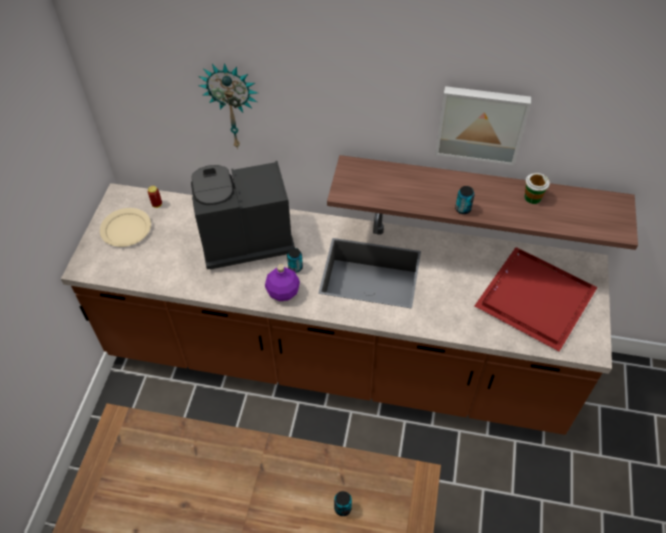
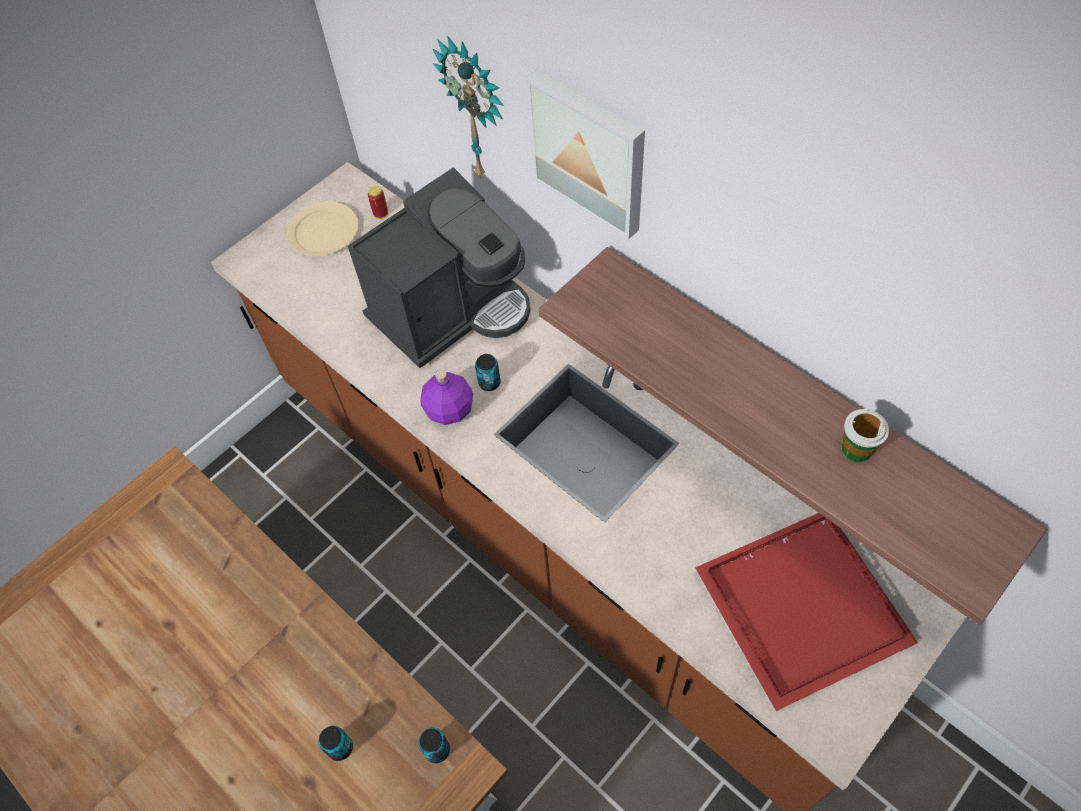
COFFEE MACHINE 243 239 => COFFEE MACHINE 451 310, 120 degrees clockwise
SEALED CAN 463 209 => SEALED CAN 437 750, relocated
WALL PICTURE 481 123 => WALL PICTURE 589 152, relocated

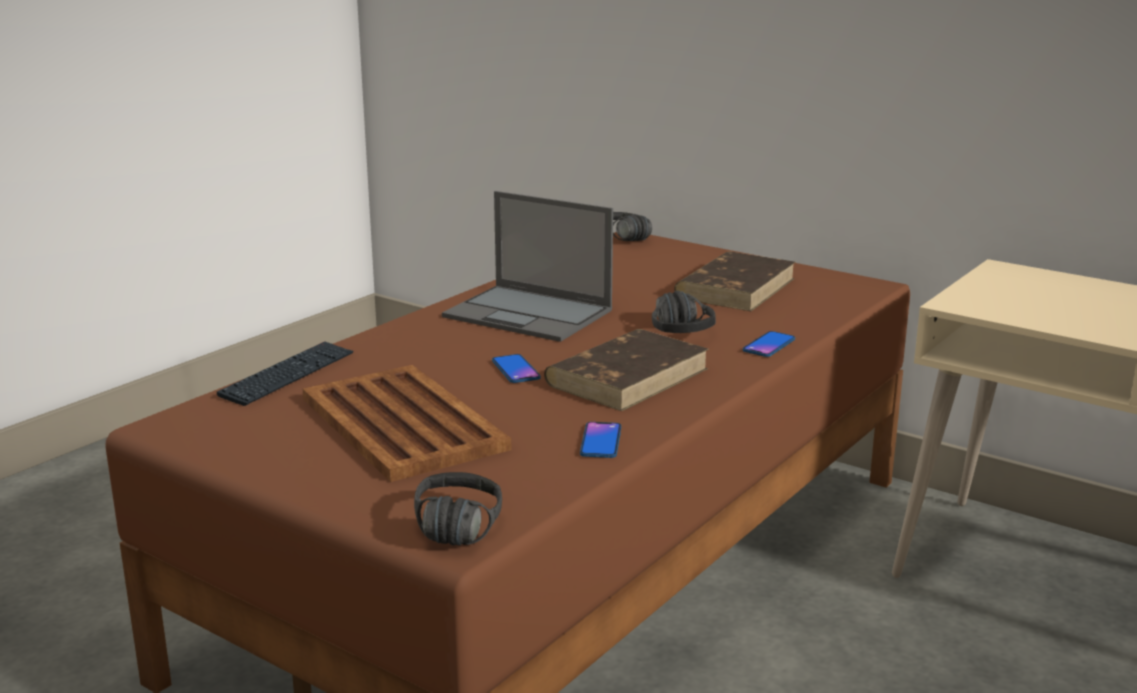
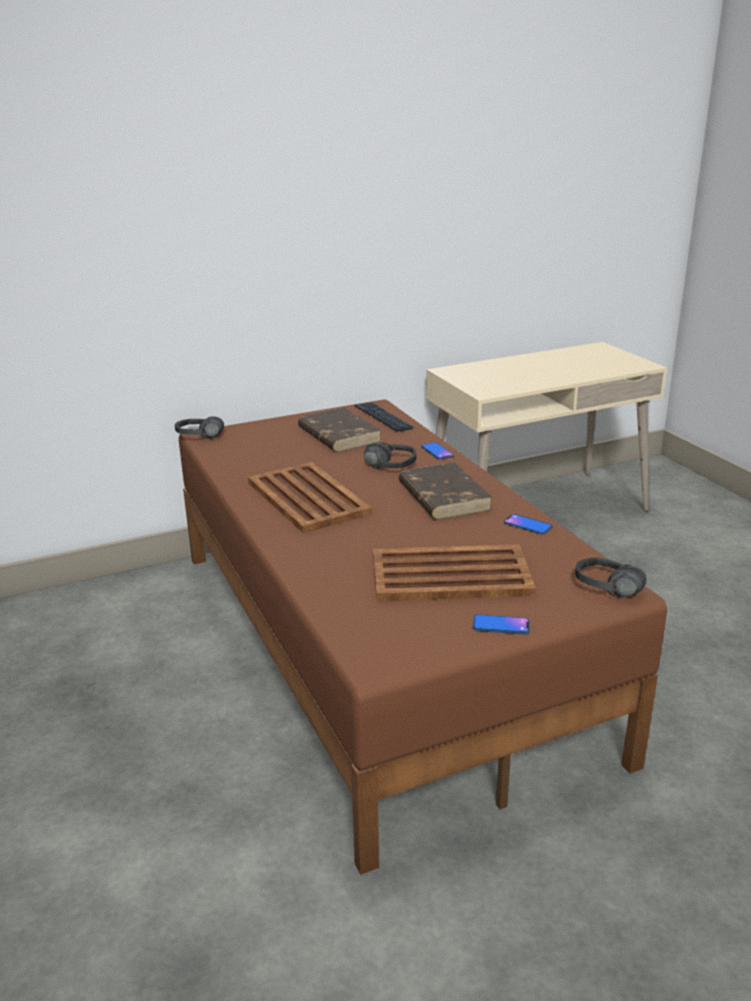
NOTEBOOK COMPUTER 530 314 => BROWN-COLOURED CARRYING TRAY 307 497
COMPUTER KEYBOARD 288 375 => COMPUTER KEYBOARD 383 418, relocated
TELEPHONE 515 370 => TELEPHONE 501 625, relocated

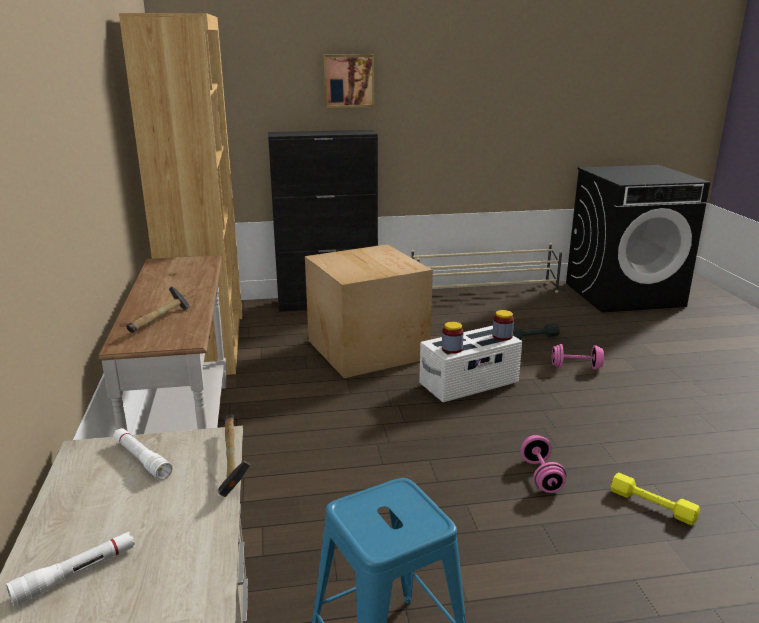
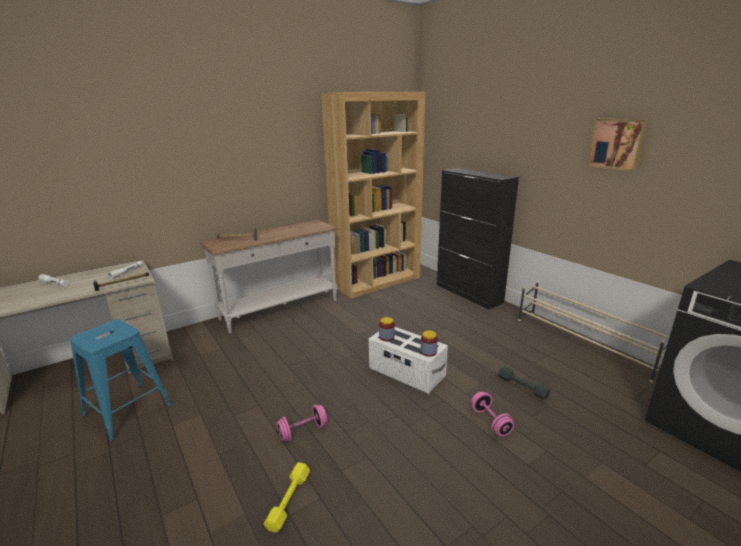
WALL PICTURE 349 81 => WALL PICTURE 617 144, relocated
CARDBOARD BOX 368 348 => nothing

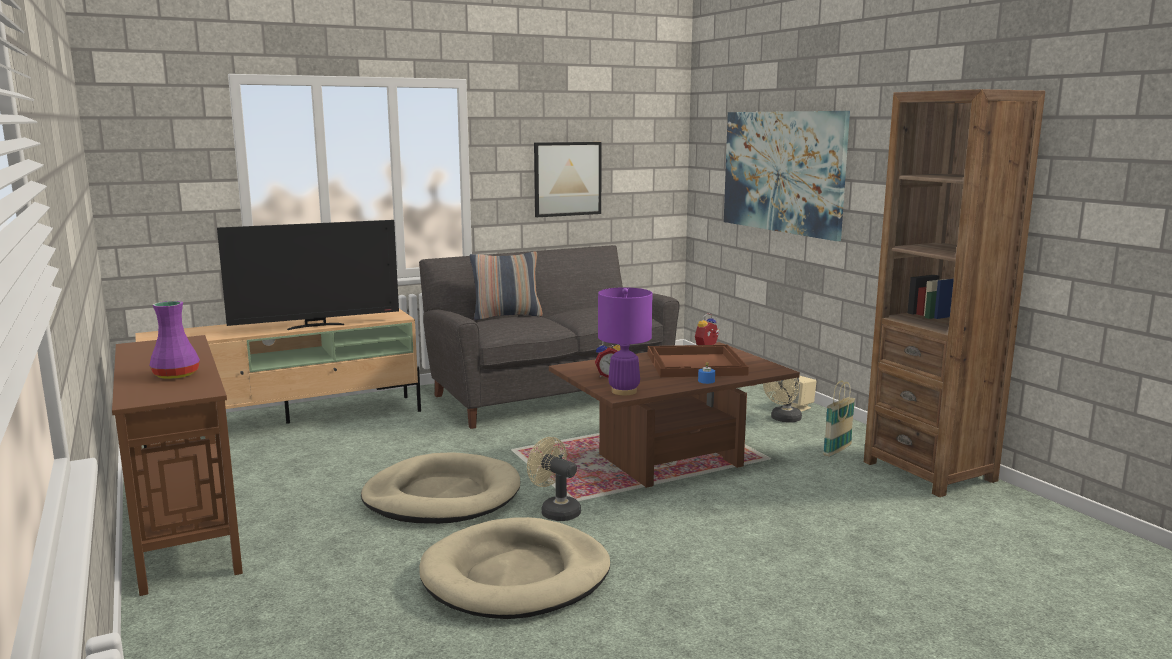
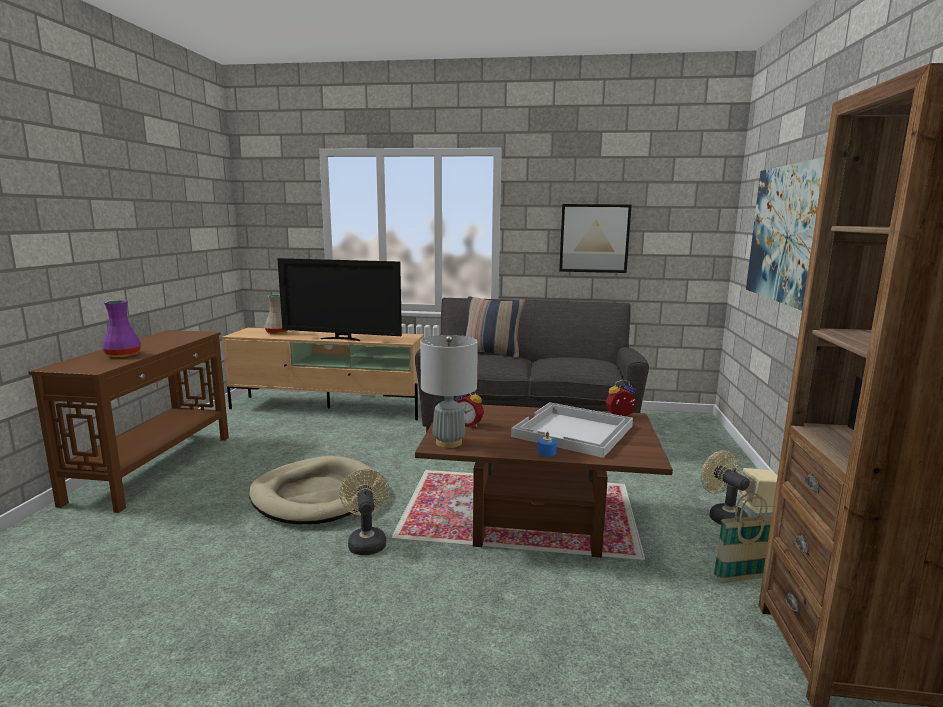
nothing => BEIGE-COLOURED VASE 277 333
PURPLE-COLOURED TABLE LAMP 623 391 => GREY TABLE LAMP 448 442
BROWN-COLOURED CARRYING TRAY 696 364 => WHITE-COLOURED CARRYING TRAY 573 432
BEIGE-COLOURED COOLING FAN 783 419 => BEIGE-COLOURED COOLING FAN 722 516, 75 degrees clockwise
BEIGE-COLOURED PET BED 516 576 => nothing

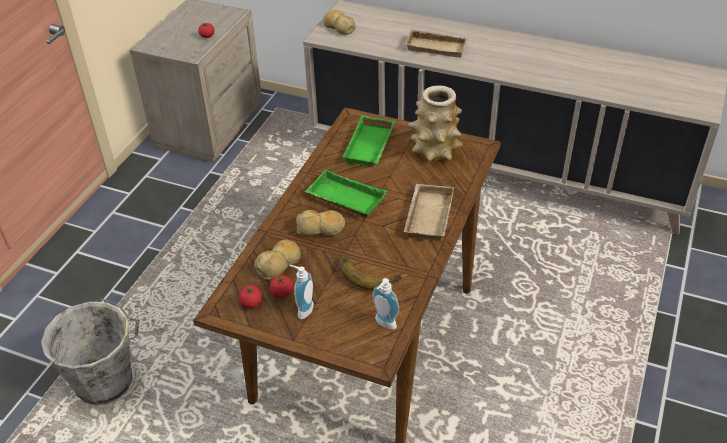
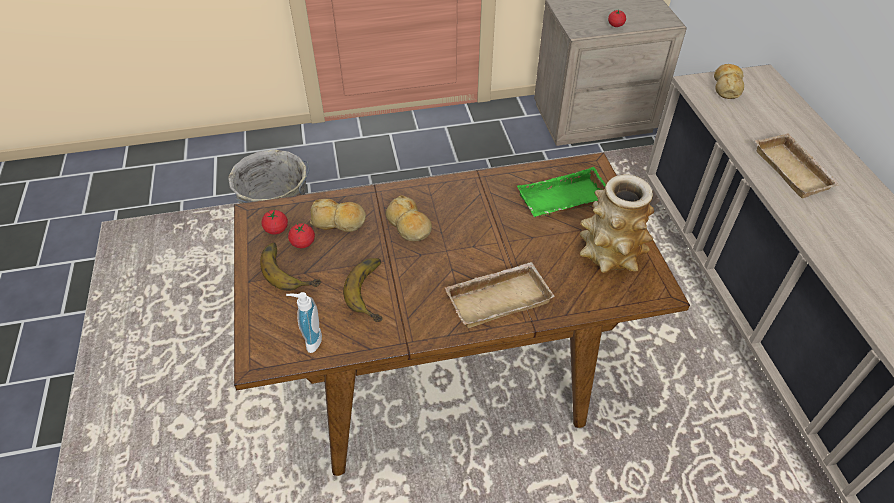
LIQUID SOAP BOTTLE 303 309 => BANANA FRUIT 291 268
GREEN-COLOURED CARRYING TRAY 344 199 => nothing

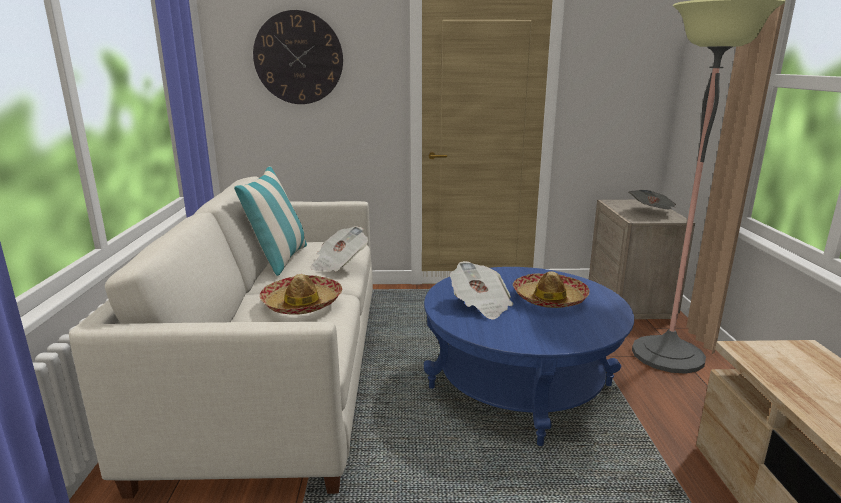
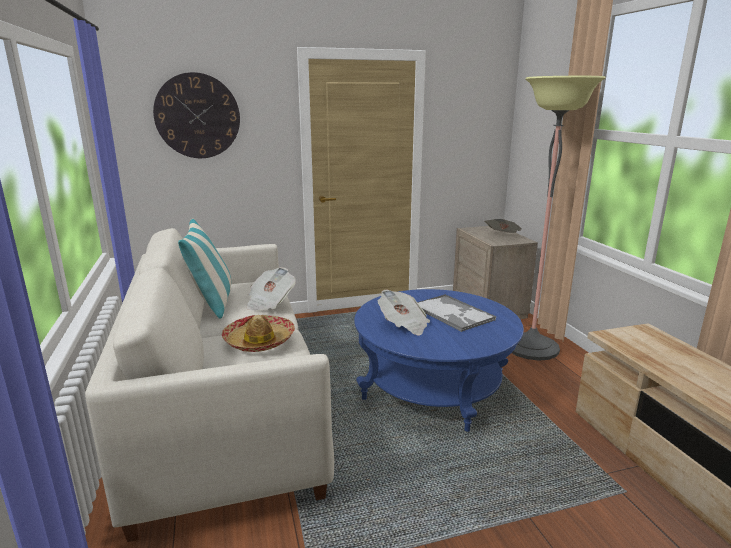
HAT 549 299 => CARRYING TRAY 453 313

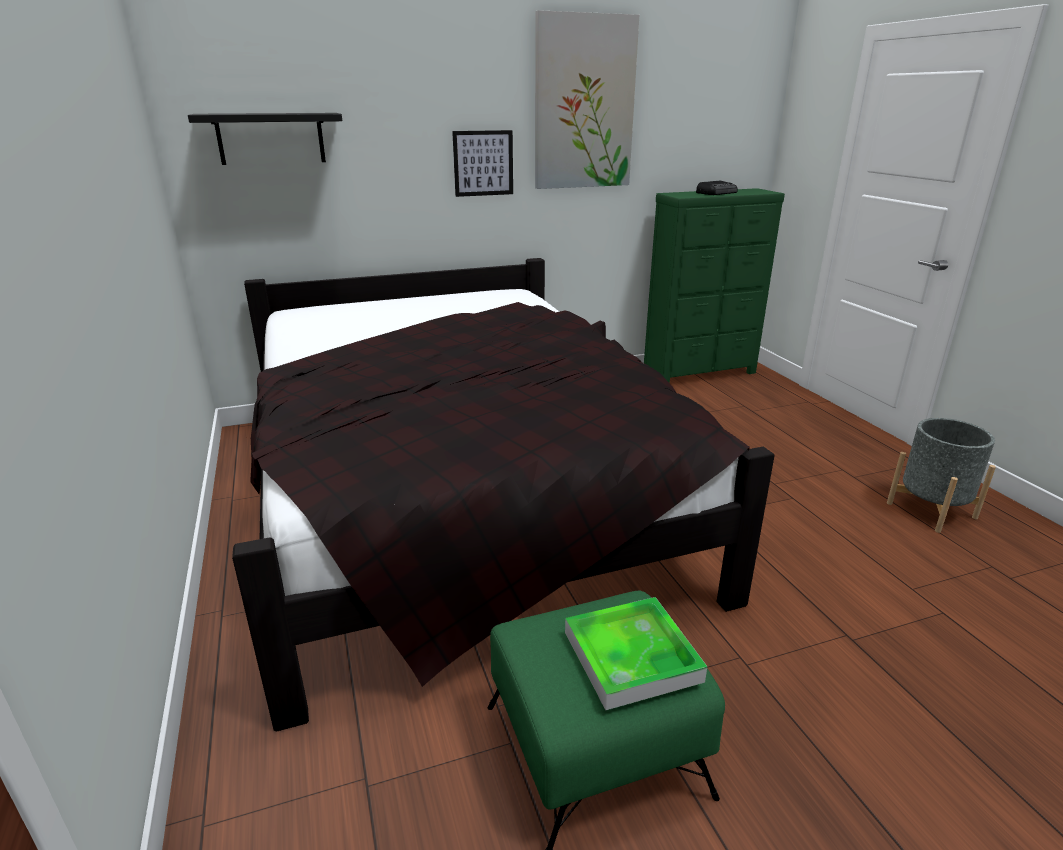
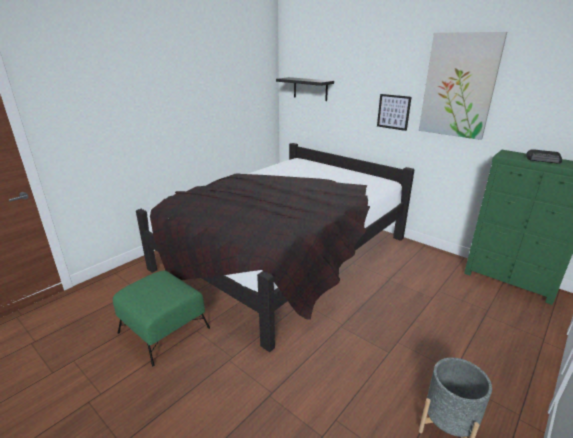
CARRYING TRAY 631 656 => nothing

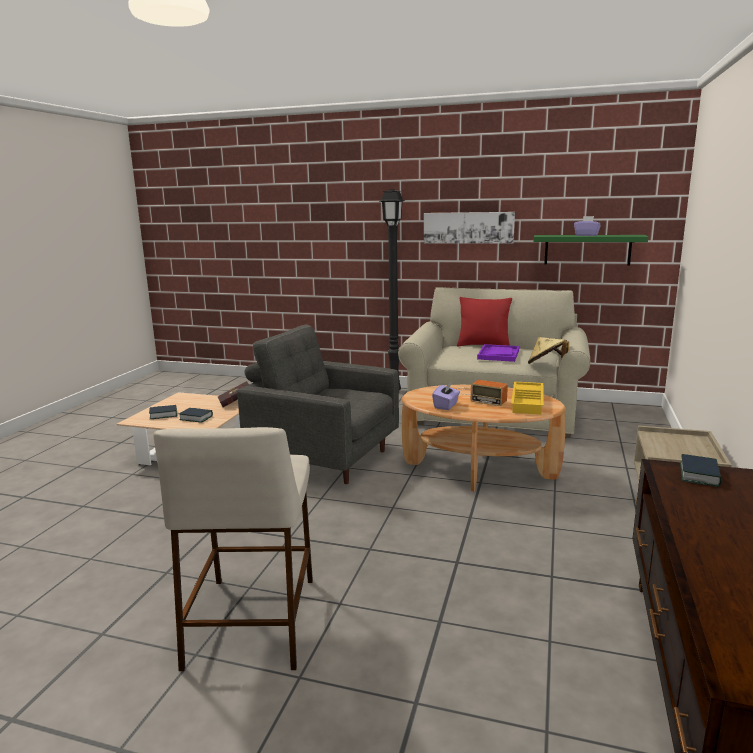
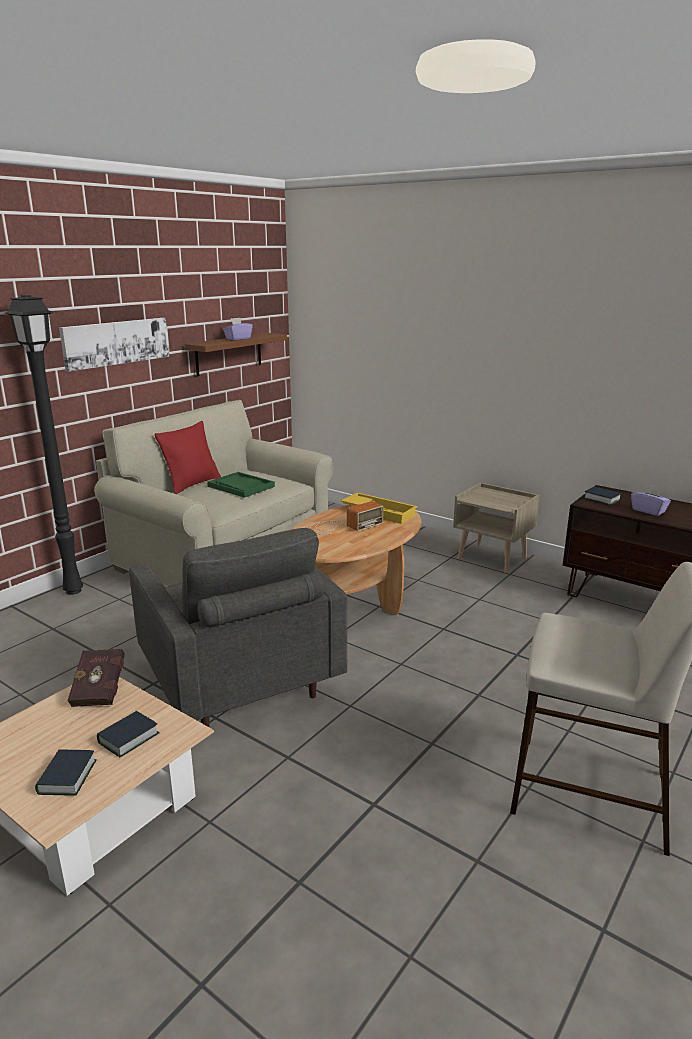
GREY EASY CHAIR 324 458 => GREY EASY CHAIR 239 684, 75 degrees counterclockwise
GREEN-COLOURED SHELF 587 249 => BROWN-COLOURED SHELF 229 354
PURPLE-COLOURED CARRYING TRAY 498 354 => GREEN-COLOURED CARRYING TRAY 241 486
PURPLE-COLOURED BOX OF TISSUES 446 406 => PURPLE-COLOURED BOX OF TISSUES 648 511, relocated
BEIGE-COLOURED HAT 546 364 => nothing

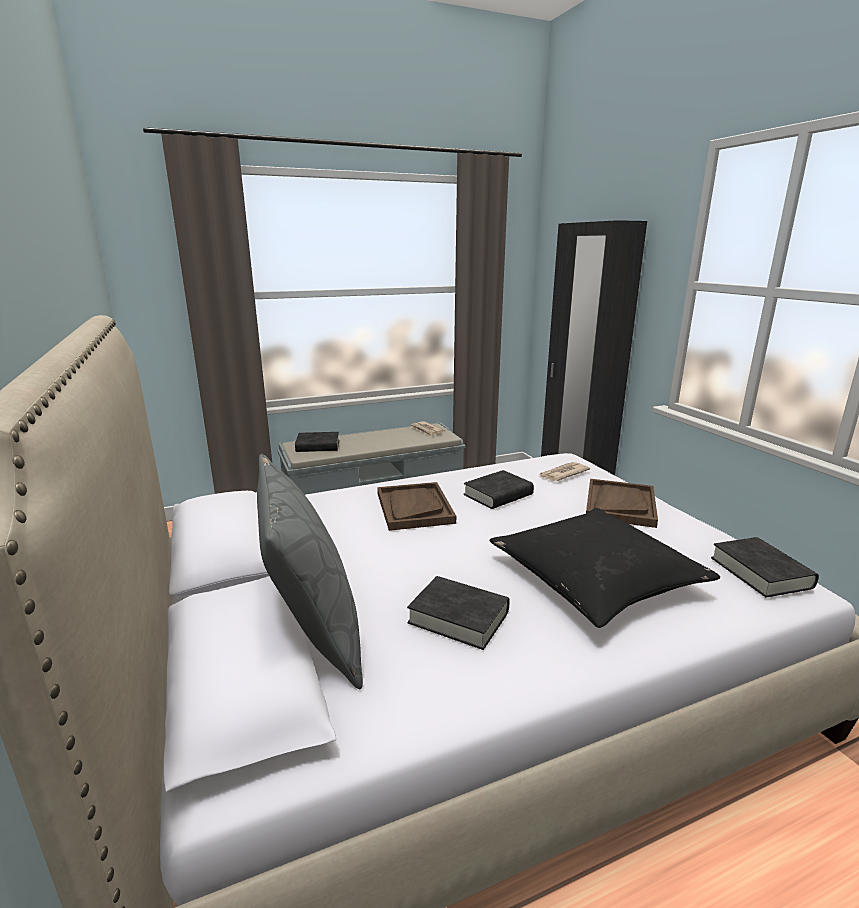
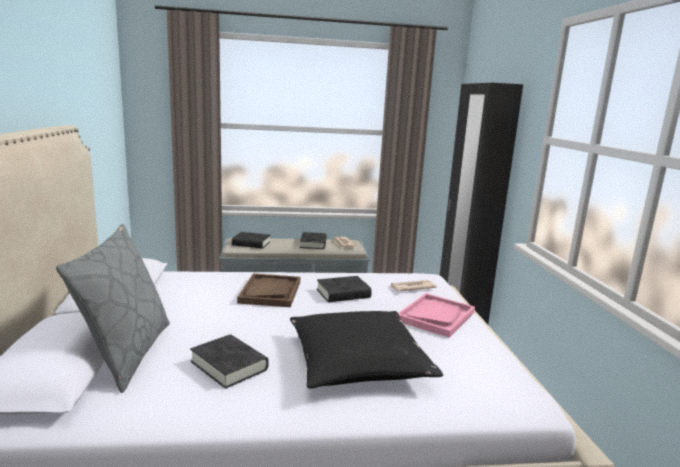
BLACKISH BOOK 760 572 => BLACKISH BOOK 313 244, relocated
BROWN-COLOURED CARRYING TRAY 620 504 => PINK-COLOURED CARRYING TRAY 436 316

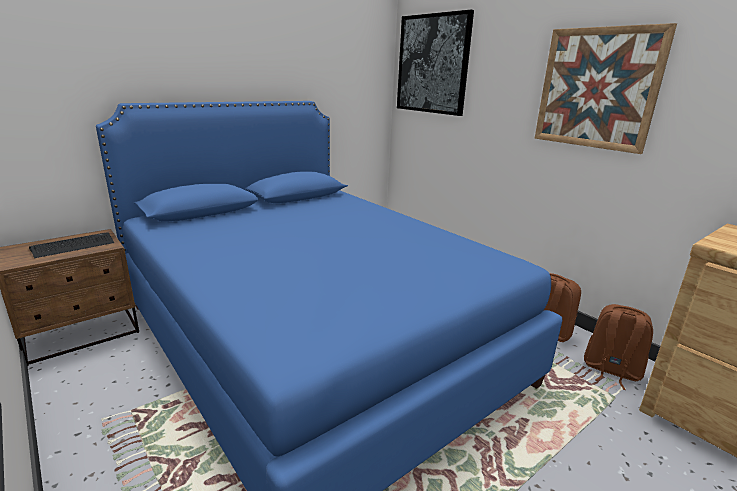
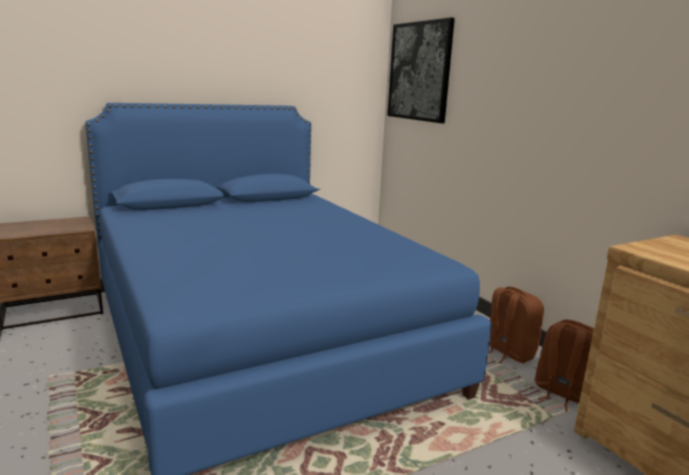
COMPUTER KEYBOARD 73 246 => nothing
WALL PICTURE 597 88 => nothing

